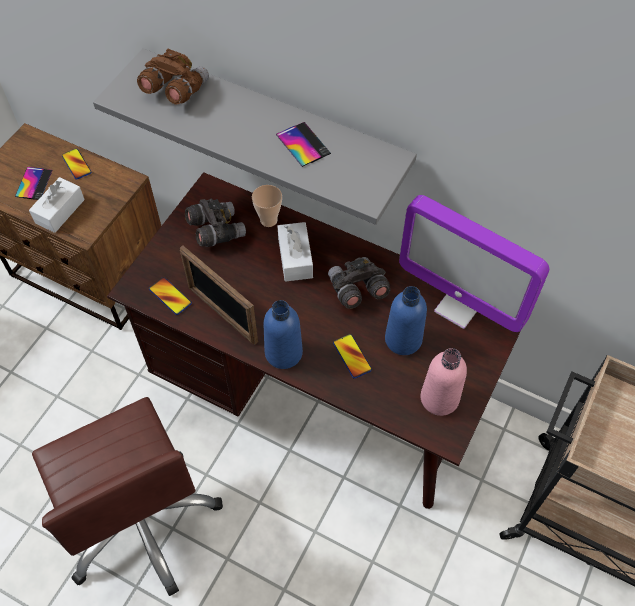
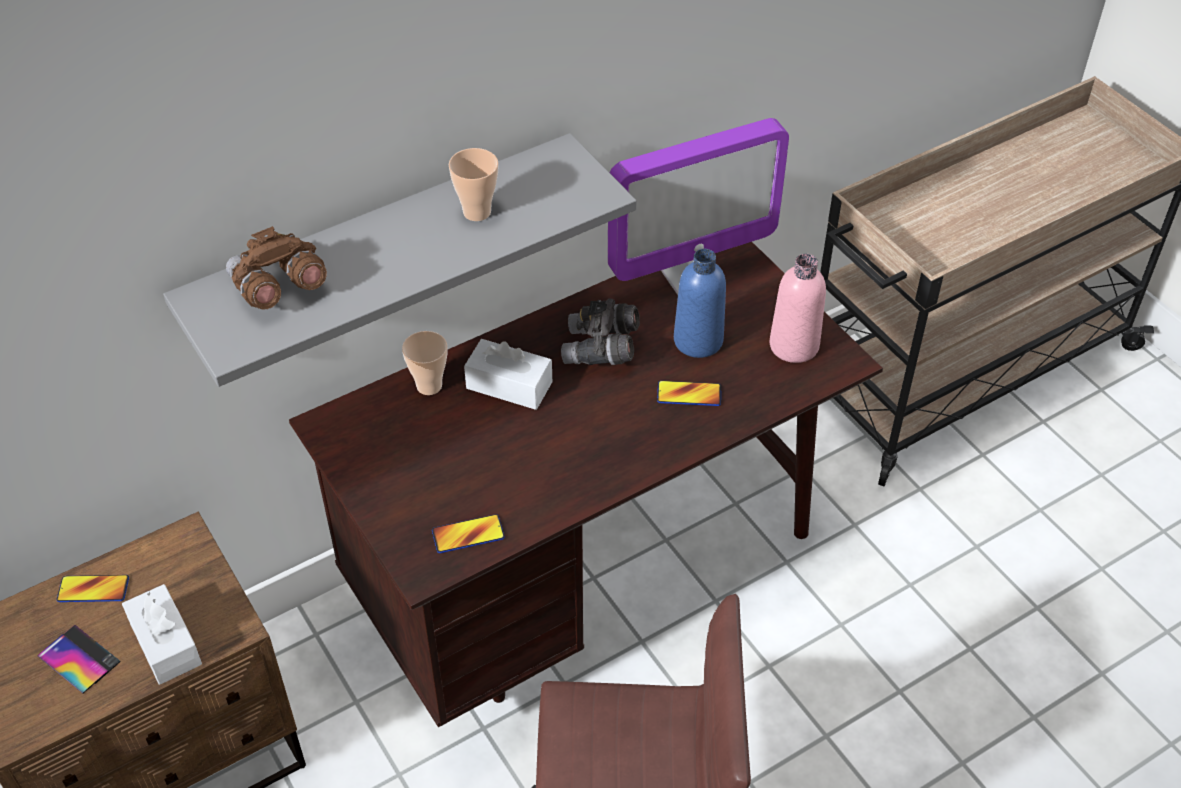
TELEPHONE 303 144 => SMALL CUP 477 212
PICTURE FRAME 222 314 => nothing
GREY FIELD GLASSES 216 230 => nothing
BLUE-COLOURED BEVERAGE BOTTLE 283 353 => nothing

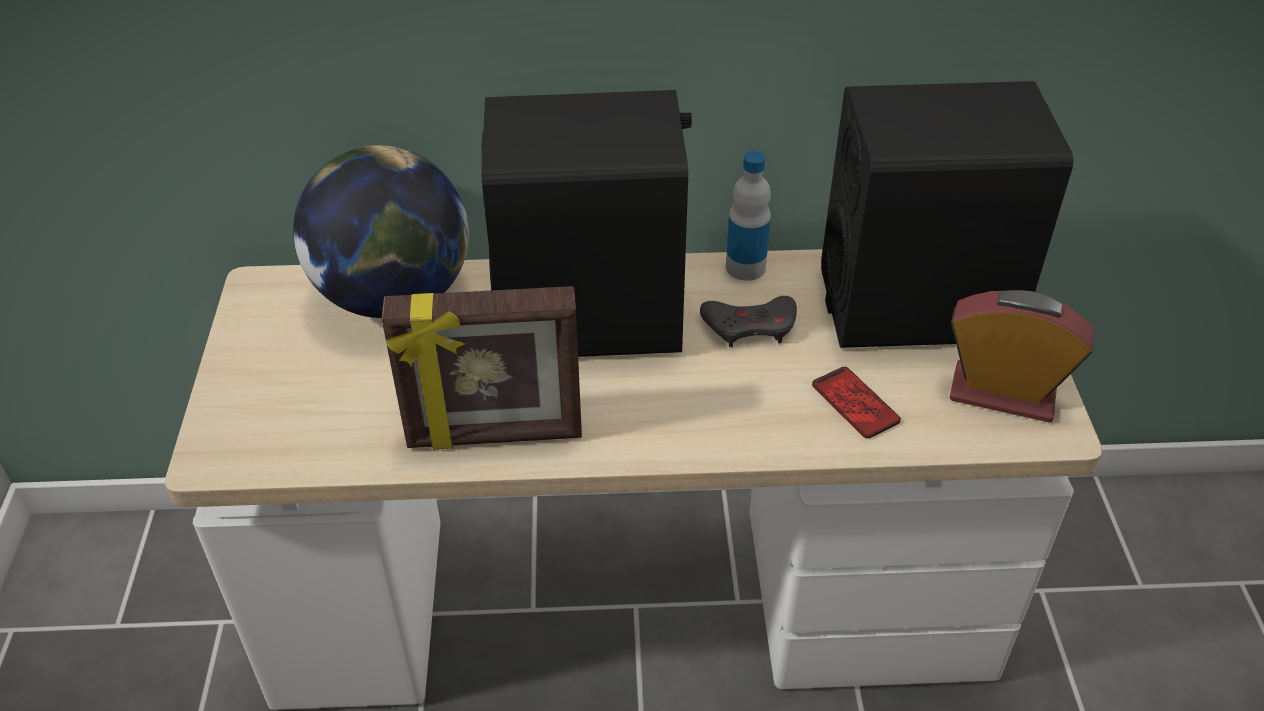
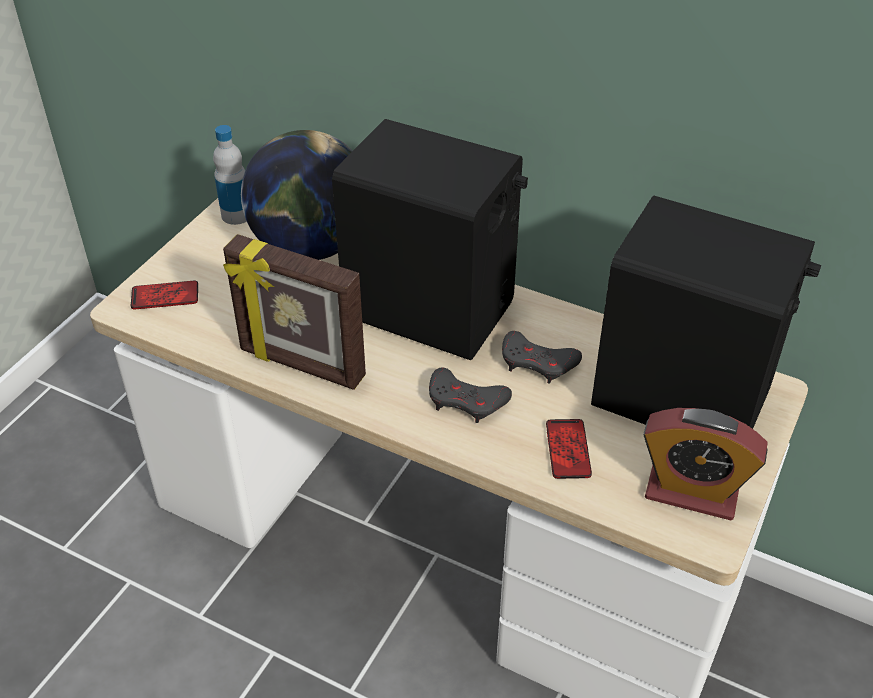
nothing => TELEPHONE 165 296
BEVERAGE BOTTLE 745 267 => BEVERAGE BOTTLE 236 215, relocated
nothing => GREY GAME CONTROLLER 466 400
ALARM CLOCK 1002 394 => ALARM CLOCK 691 492, 150 degrees clockwise

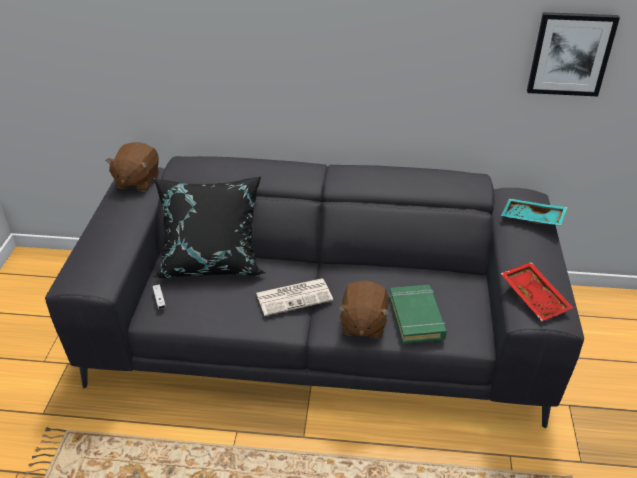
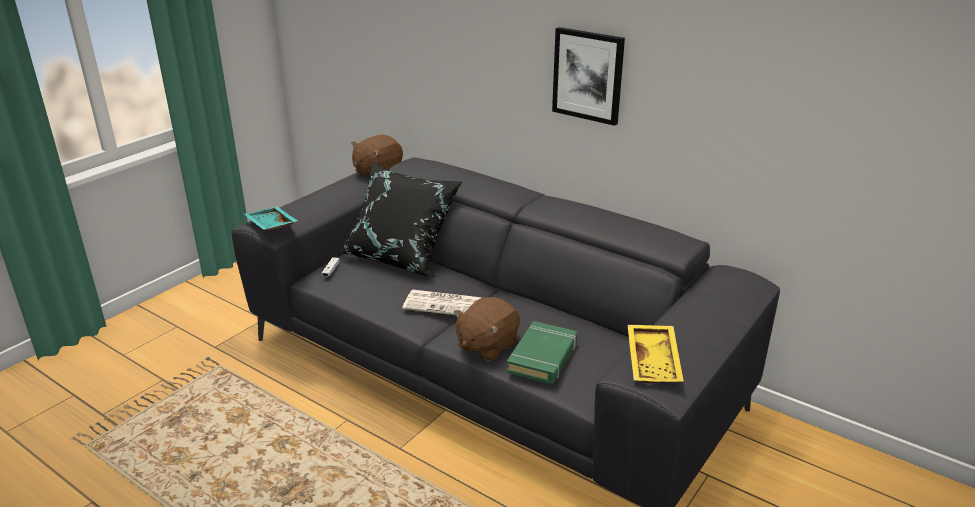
BLUE-GREEN CARRYING TRAY 532 219 => BLUE-GREEN CARRYING TRAY 270 226, relocated
WALL PICTURE 570 54 => WALL PICTURE 588 75, relocated
REDDISH CARRYING TRAY 535 297 => YELLOW CARRYING TRAY 654 362

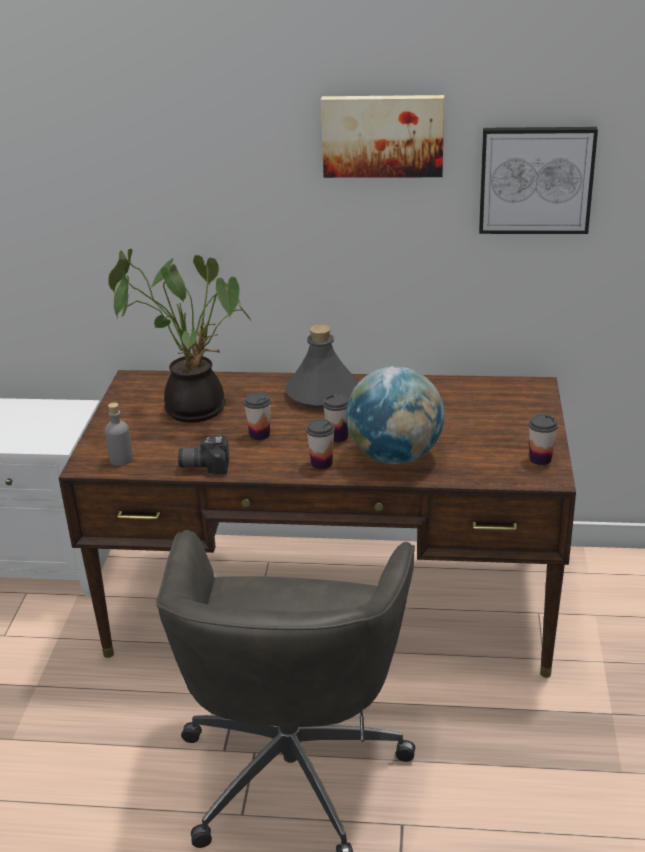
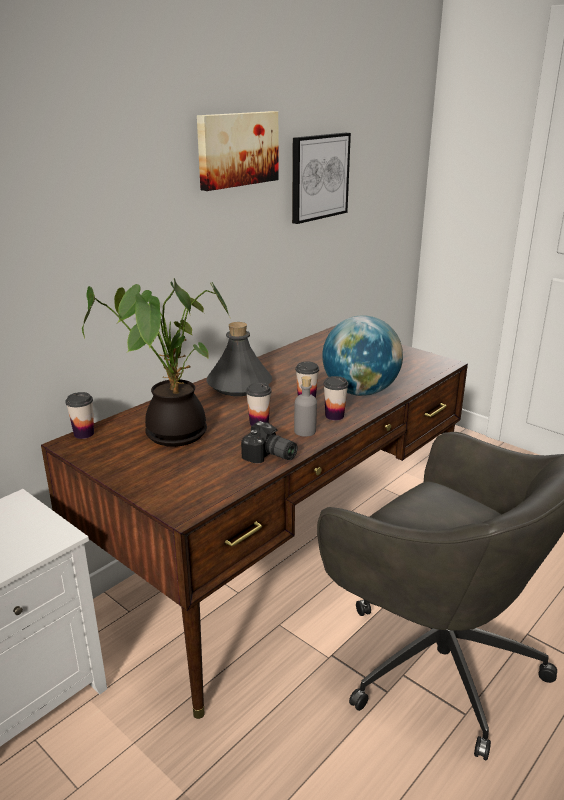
SMALL CUP 540 459 => SMALL CUP 84 434, relocated
PHOTO CAMERA 205 464 => PHOTO CAMERA 269 457, 90 degrees counterclockwise
GREY BEVERAGE BOTTLE 121 459 => GREY BEVERAGE BOTTLE 305 431, relocated

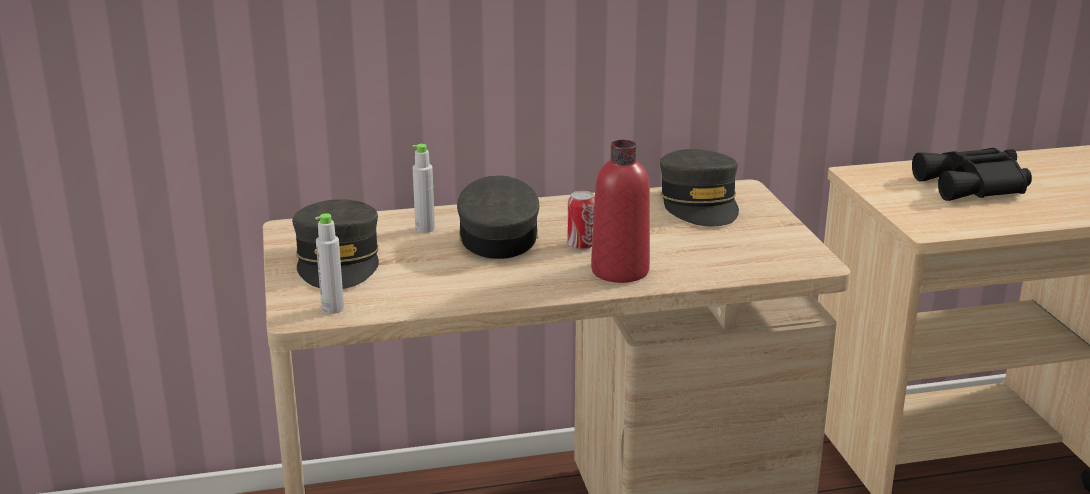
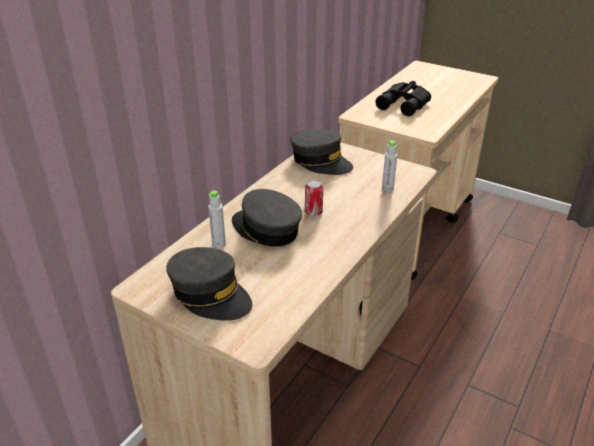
GREY BEVERAGE BOTTLE 332 308 => GREY BEVERAGE BOTTLE 387 190, relocated
REDDISH BEVERAGE BOTTLE 620 271 => nothing

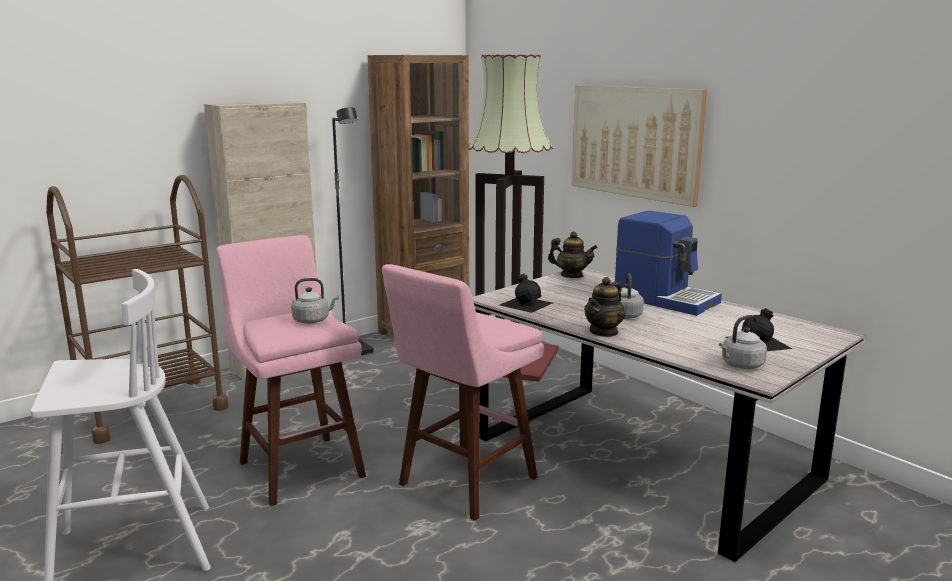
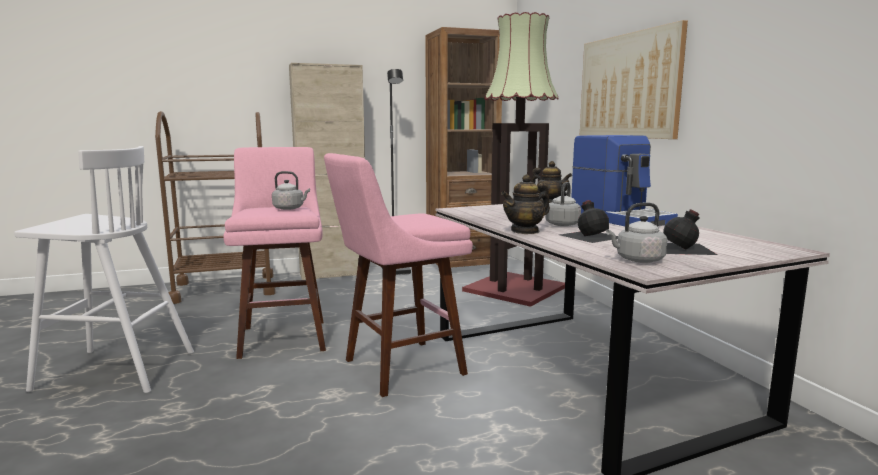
BLACKISH BEVERAGE BOTTLE 526 303 => BLACKISH BEVERAGE BOTTLE 590 236, relocated

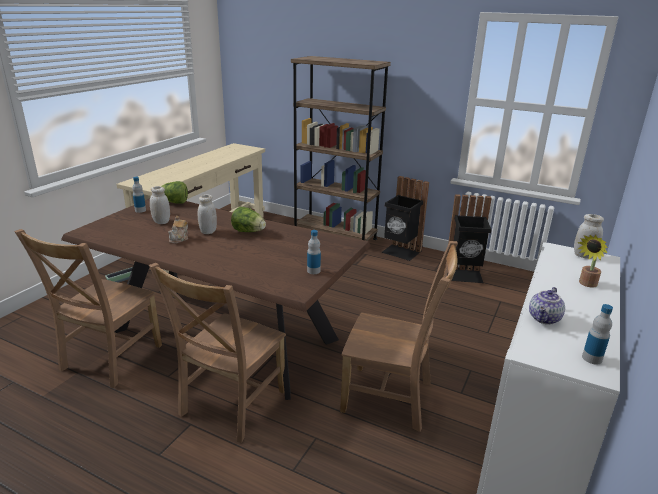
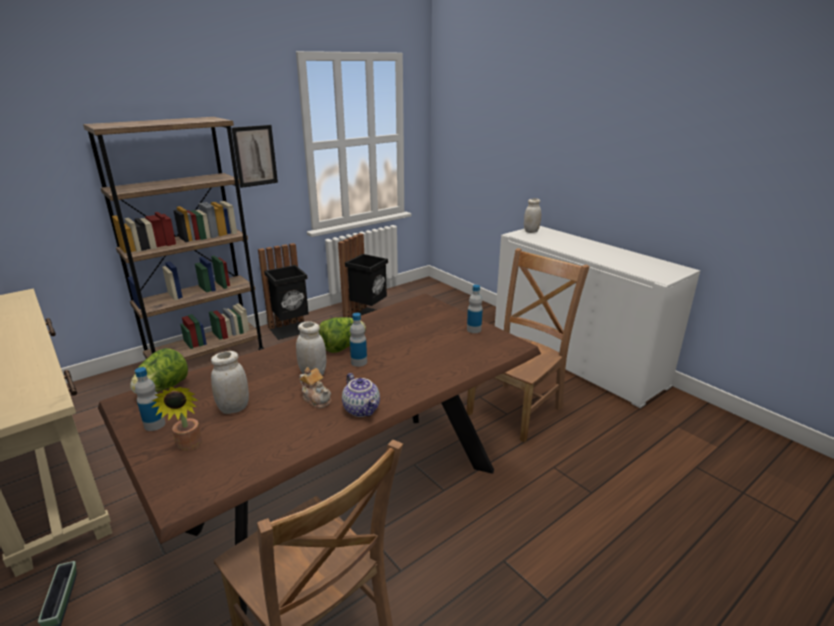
PLANT IN A POT 586 284 => PLANT IN A POT 189 446, relocated
nothing => WALL PICTURE 255 156
TEA POT 545 319 => TEA POT 362 409, relocated
BEVERAGE BOTTLE 592 358 => BEVERAGE BOTTLE 359 362, relocated
BROWN-COLOURED CHAIR 230 405 => nothing

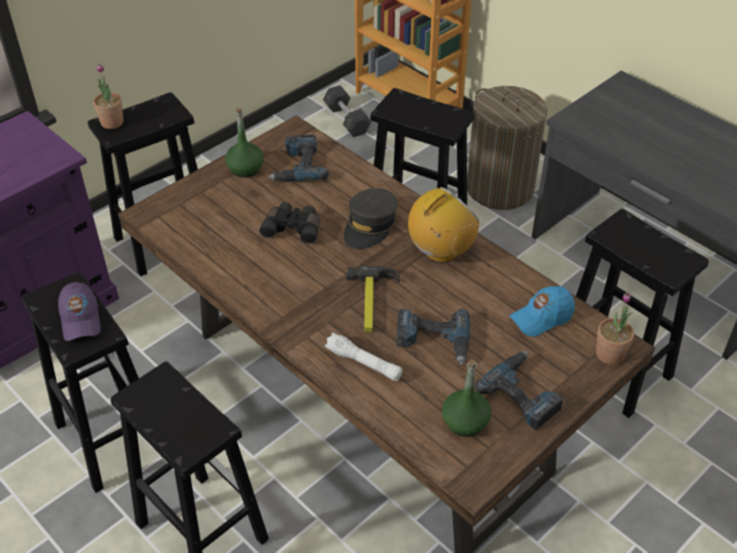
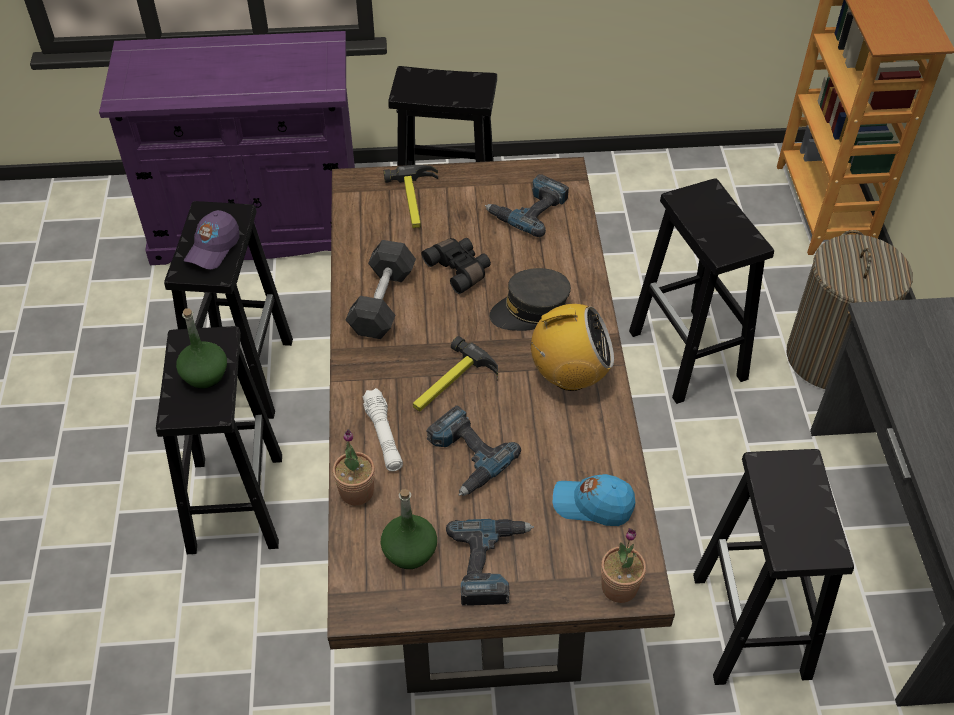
GREEN-COLOURED BEVERAGE BOTTLE 245 168 => GREEN-COLOURED BEVERAGE BOTTLE 205 374, relocated
PLANT IN A POT 112 122 => PLANT IN A POT 356 491, relocated
GREY HAND WEIGHT 346 120 => GREY HAND WEIGHT 382 302, relocated
nothing => TOOL HAMMER 415 201

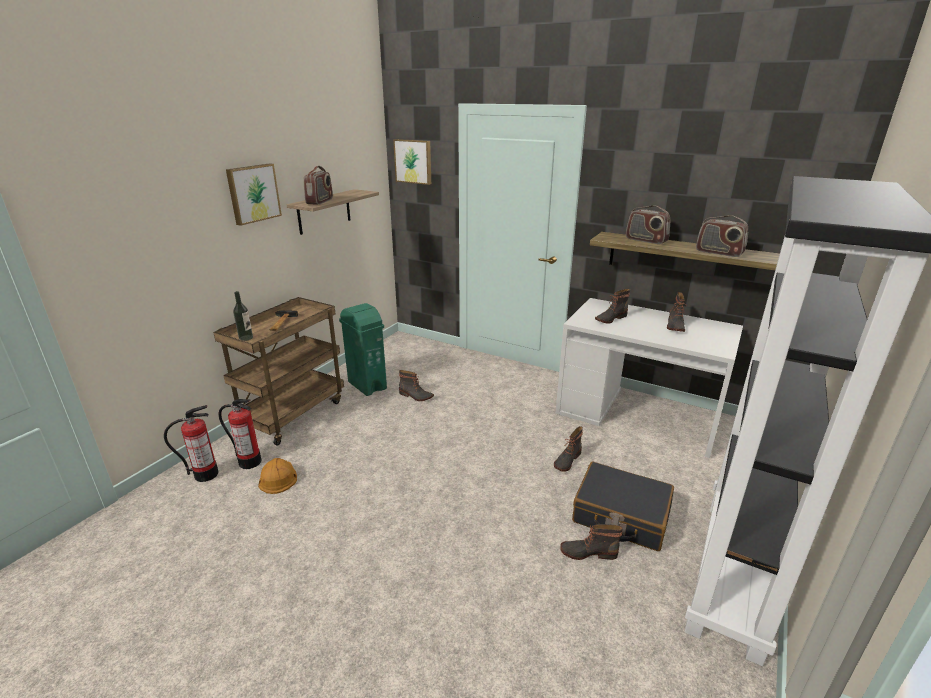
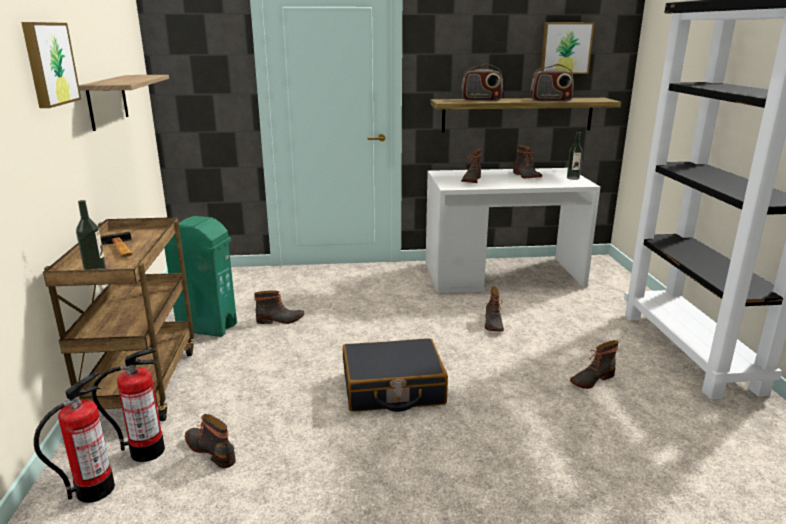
ORANGE-COLOURED WORK HELMET 278 477 => BOOT 212 450
BLACKISH TRAVEL CASE 620 516 => BLACKISH TRAVEL CASE 393 388, relocated
WALL PICTURE 413 161 => WALL PICTURE 565 48, relocated
nothing => BEVERAGE BOTTLE 573 178
RADIO SET 320 201 => nothing

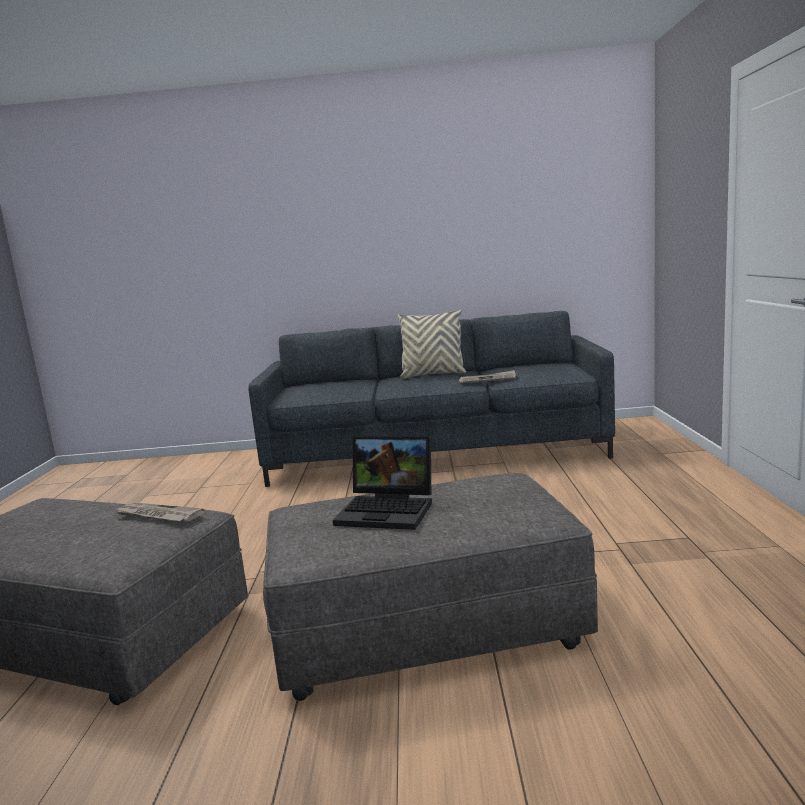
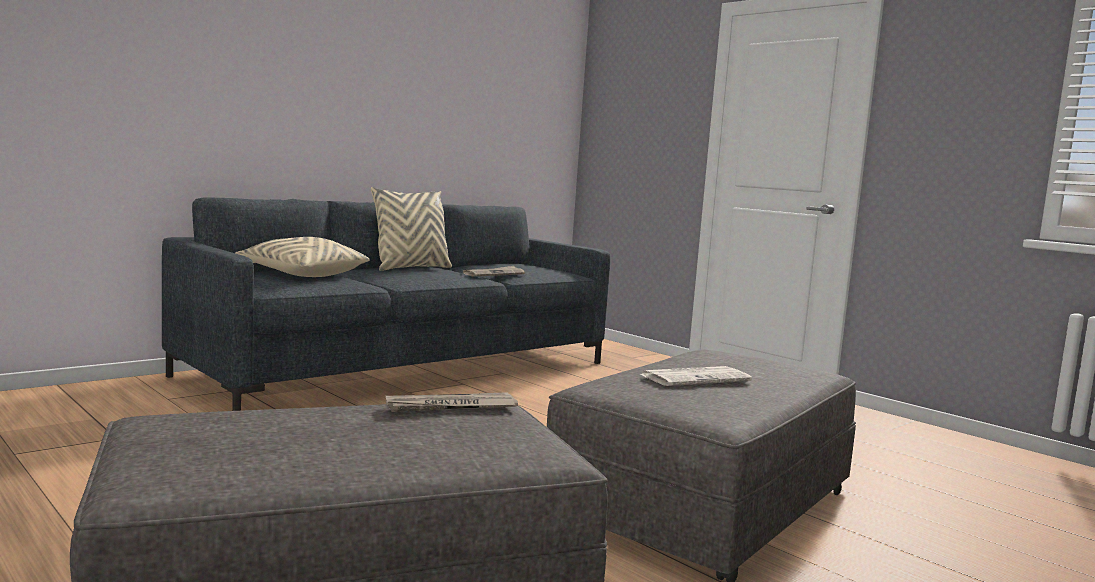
nothing => BEIGE-COLOURED CUSHION 302 274
NOTEBOOK COMPUTER 389 510 => DAILY PAPER 695 378

